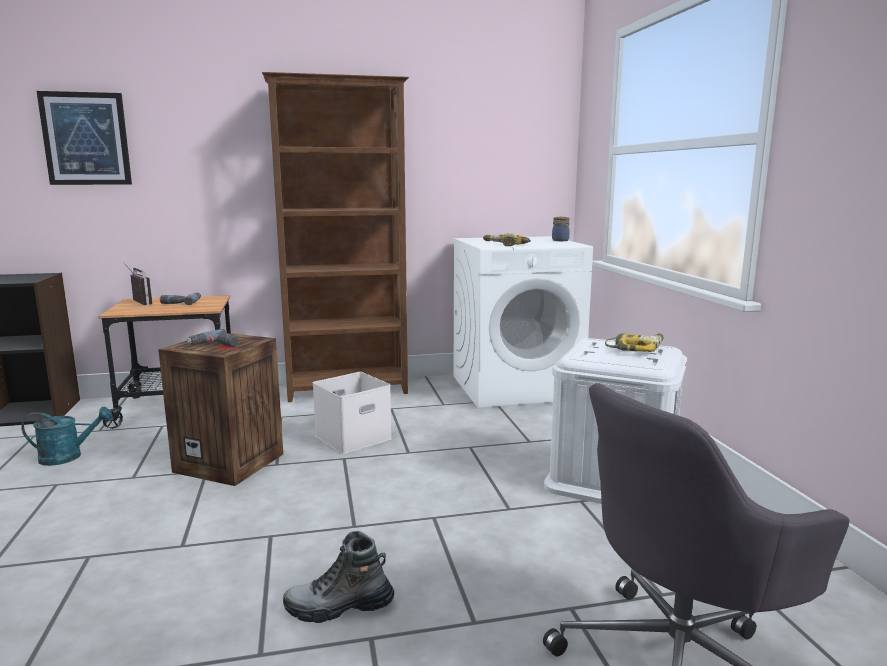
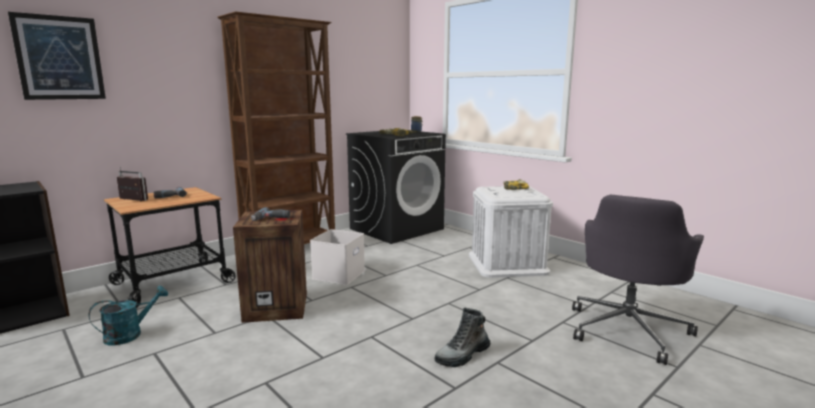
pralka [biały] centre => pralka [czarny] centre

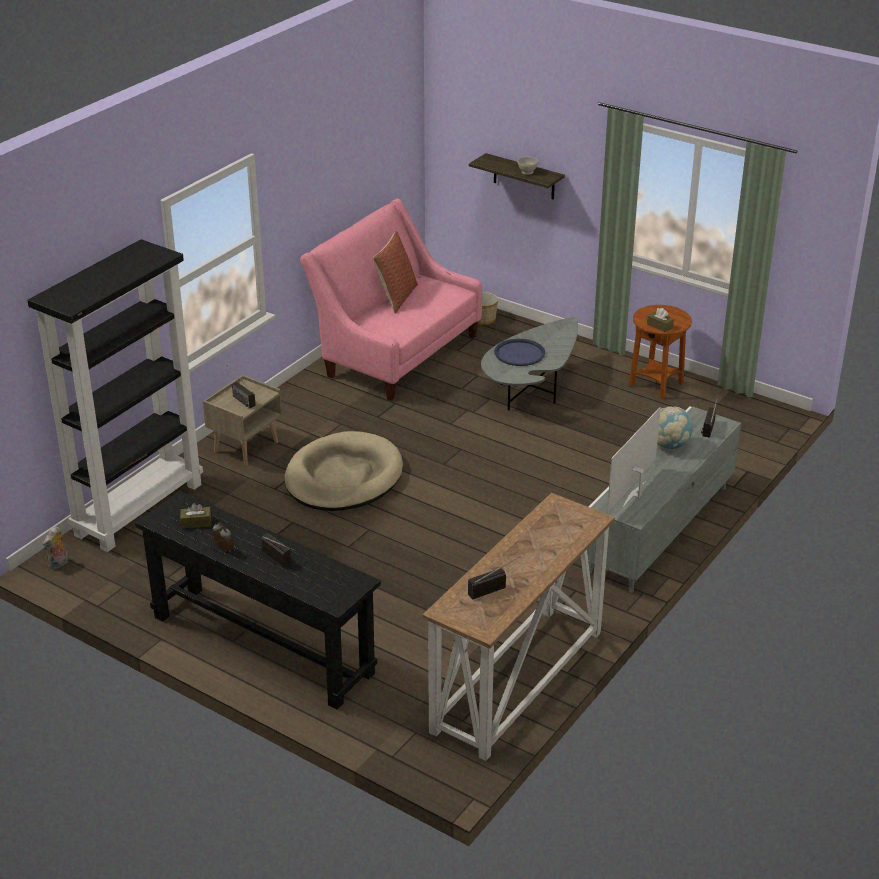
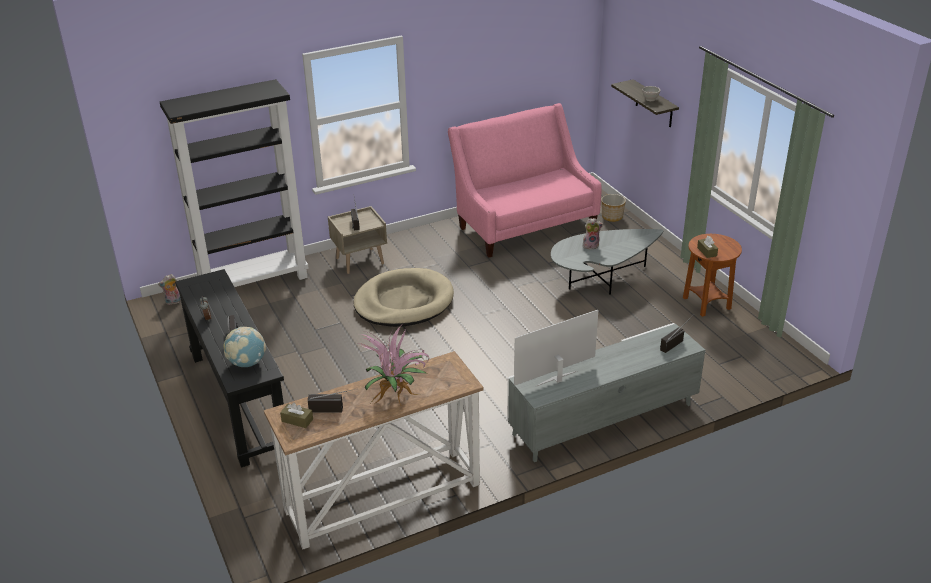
globus middle right => globus middle left, moved
pudełko chusteczek [brązowy] (1st from left) middle left => pudełko chusteczek [brązowy] (1st from left) bottom left, moved
nothing => roślina doniczkowa centre
taca [niebieski] centre => pluszak (2nd from left) centre
poduszka top centre => nothing

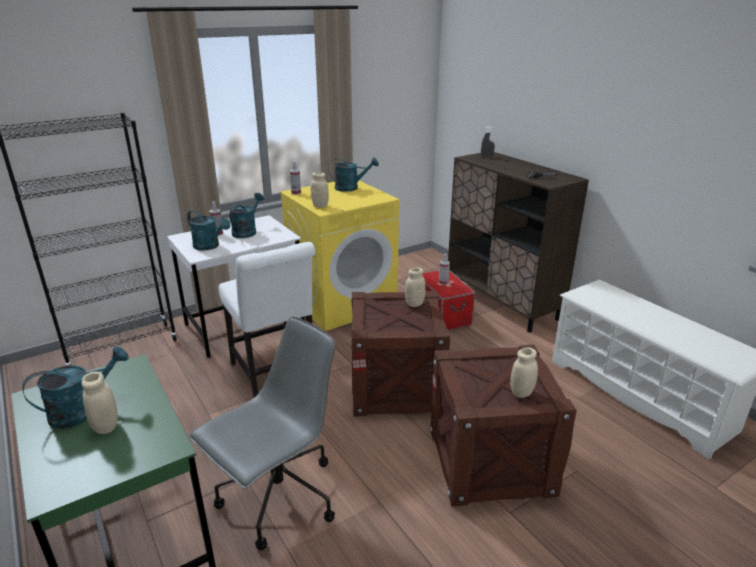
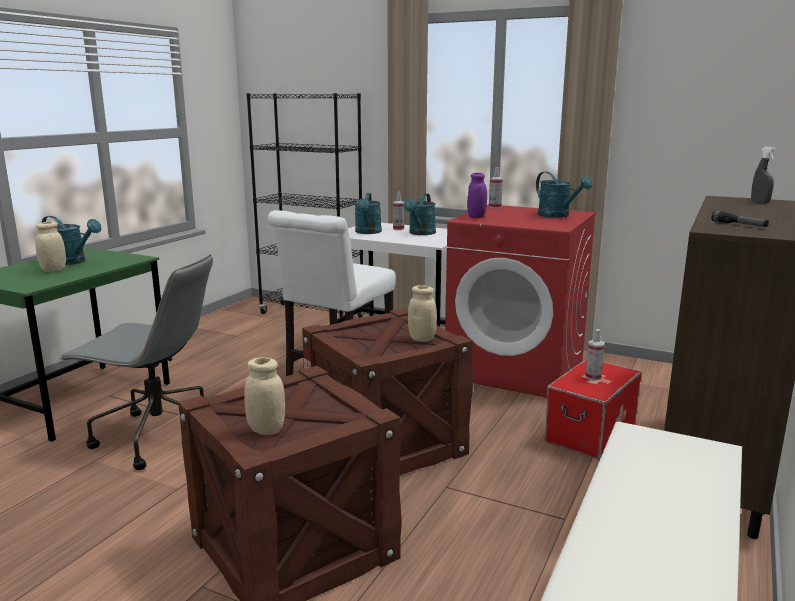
konewka [turkusowy] (3rd from left) middle left => konewka [turkusowy] (3rd from left) centre, 120 degrees clockwise
pralka [żółty] centre => pralka [czerwony] centre
słoik [beżowy] (2nd from left) centre => słoik [fioletowy] top centre

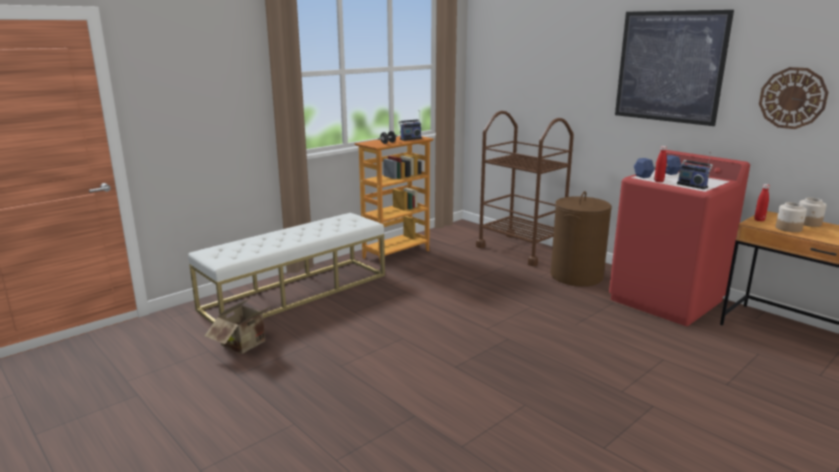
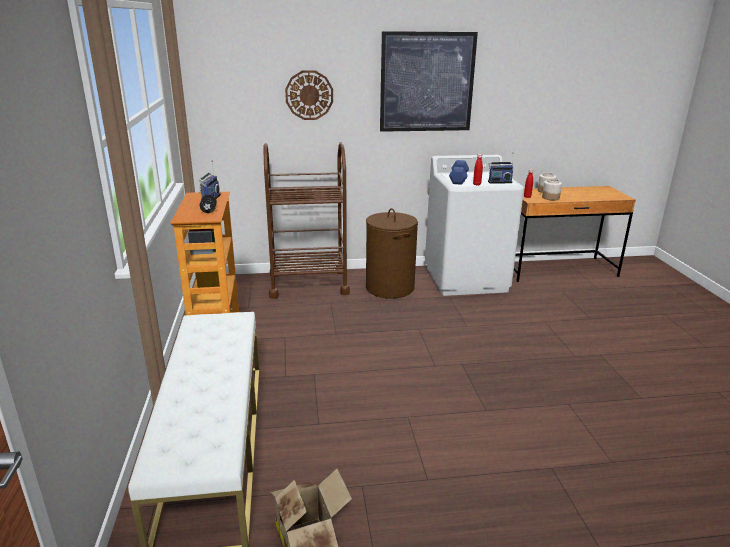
zegar ścienny top right => zegar ścienny top centre, moved
pralka [czerwony] middle right => pralka [biały] centre

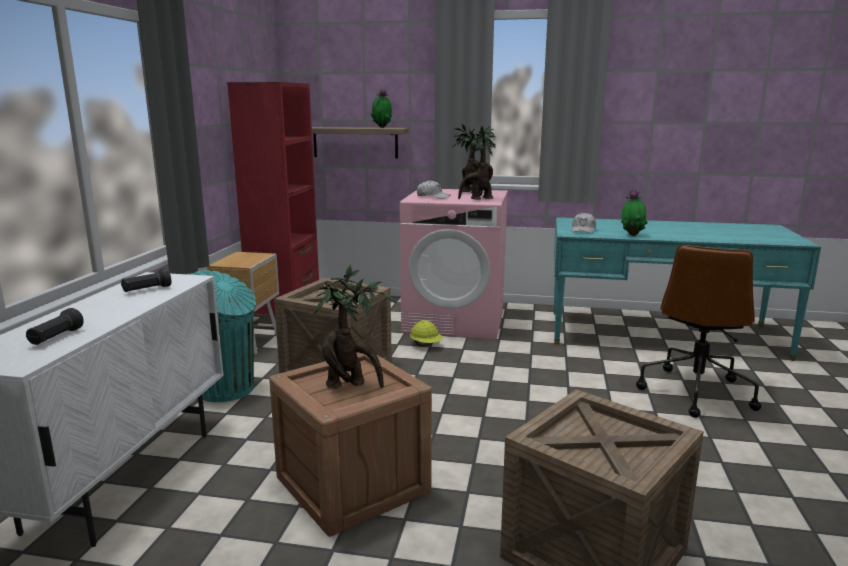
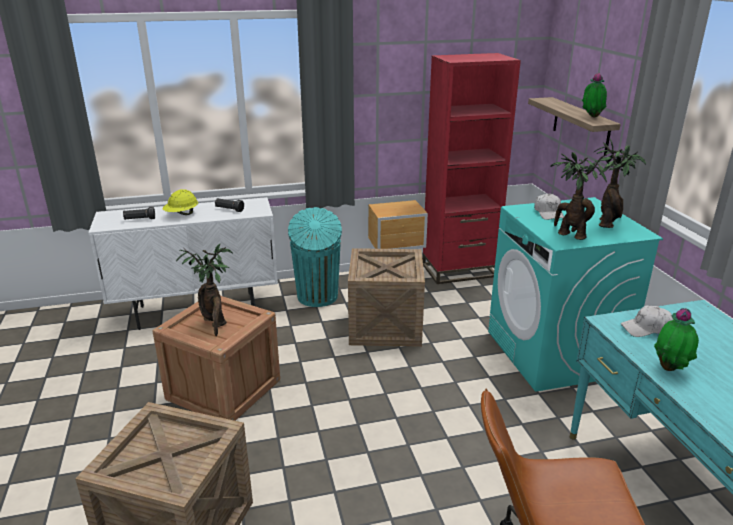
kask [żółty] centre => kask [żółty] middle left, moved
pralka [różowy] centre => pralka [turkusowy] middle right

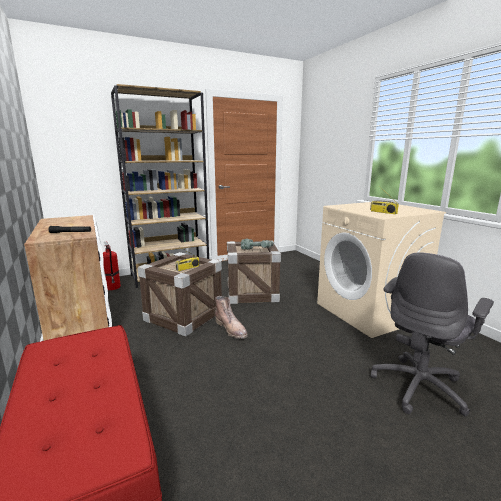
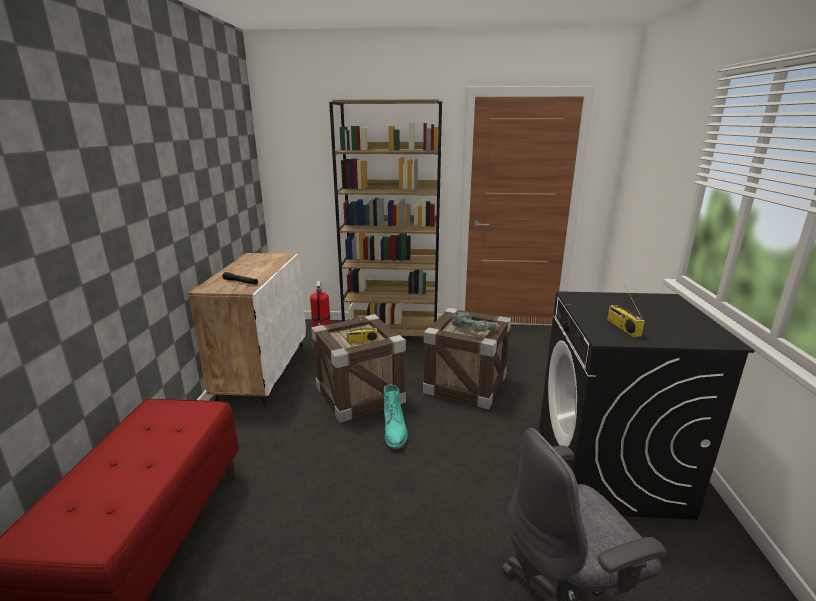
but z cholewką [brązowy] centre => but z cholewką [turkusowy] bottom centre
pralka [beżowy] middle right => pralka [czarny] bottom right

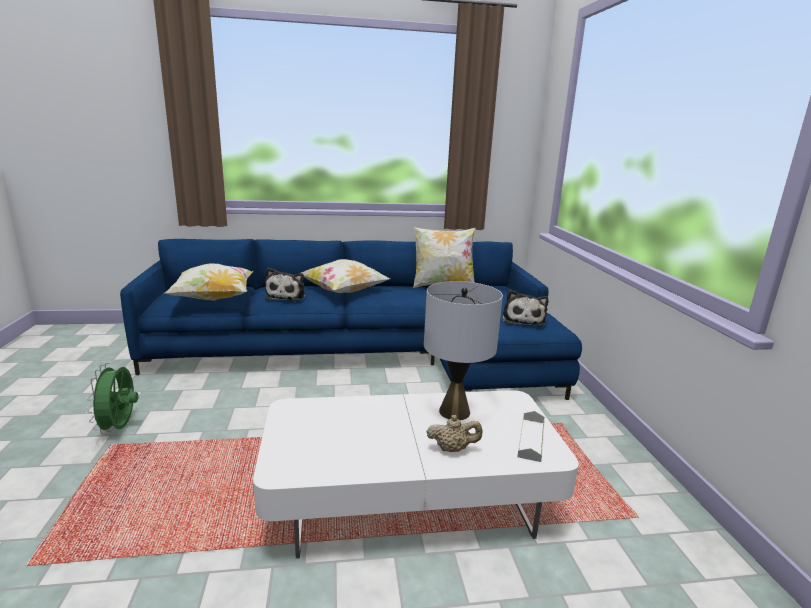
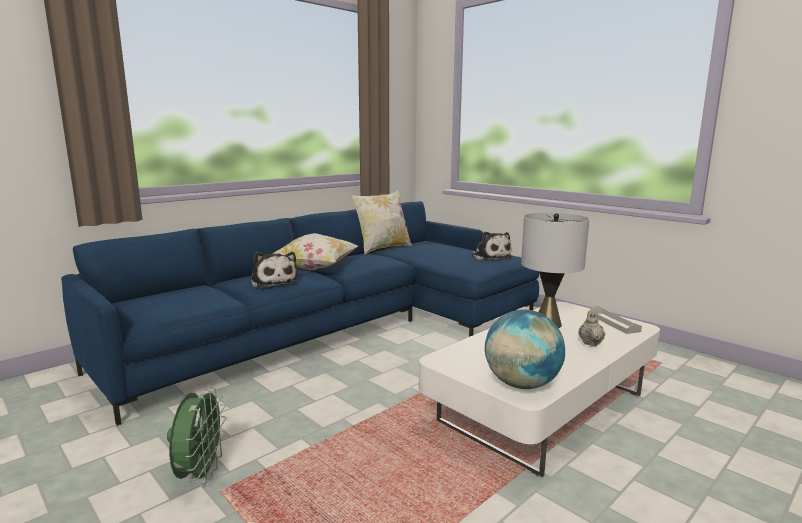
wentylator [zielony] middle left => wentylator [zielony] bottom left, 135 degrees counterclockwise
nothing => globus bottom centre
imbryk [beżowy] bottom centre => imbryk [beżowy] middle right, 45 degrees counterclockwise
poduszka (1st from left) middle left => nothing

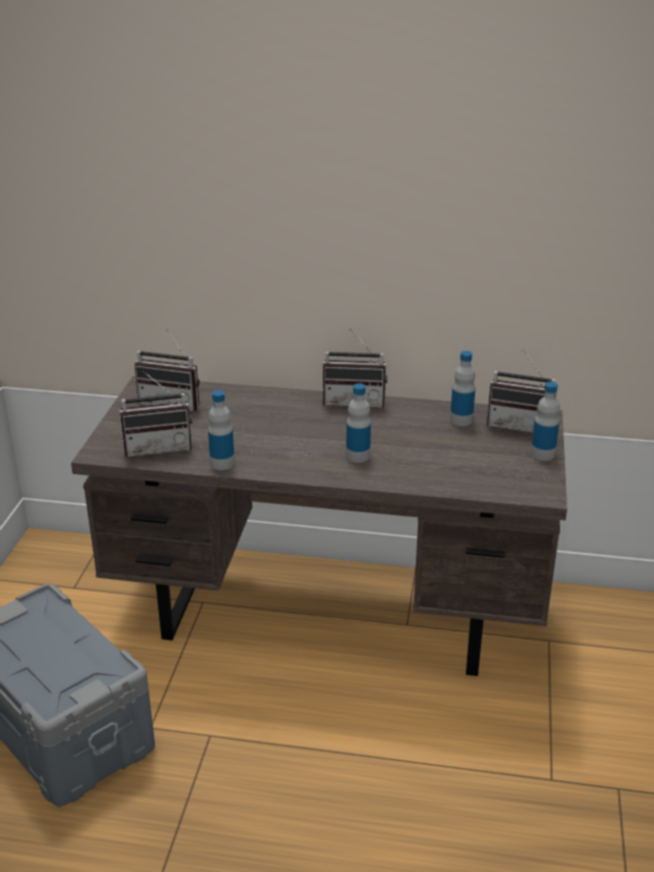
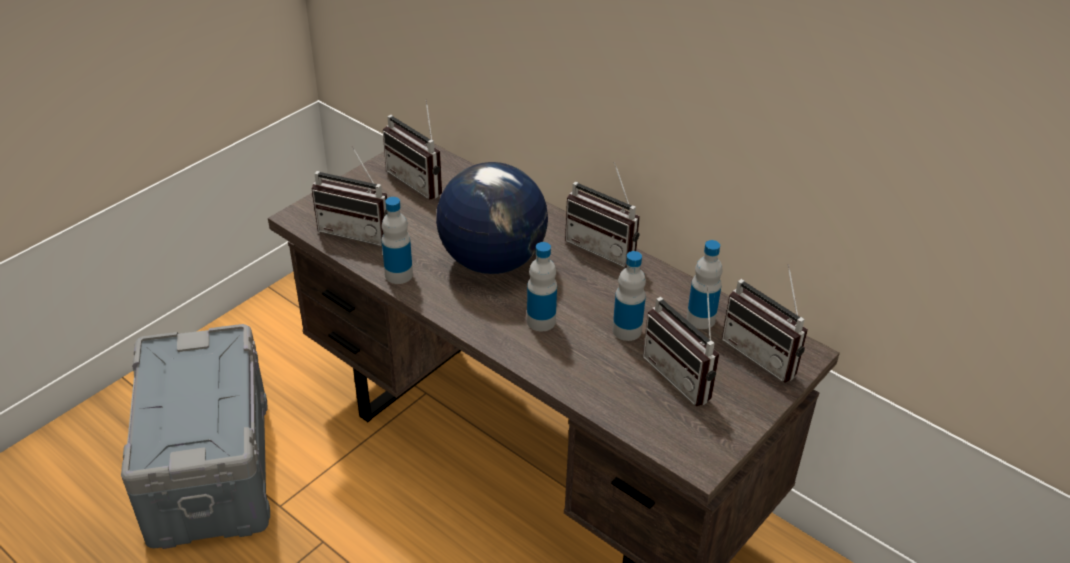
nothing => globus centre
butelka (4th from left in the first image) middle right => butelka (3rd from left) centre, moved
nothing => radio (4th from left) centre

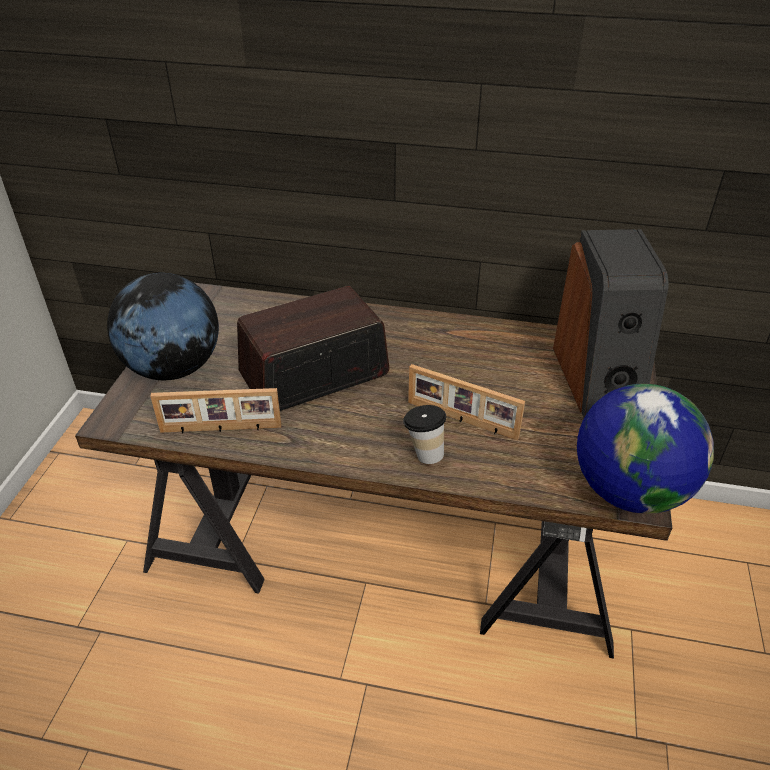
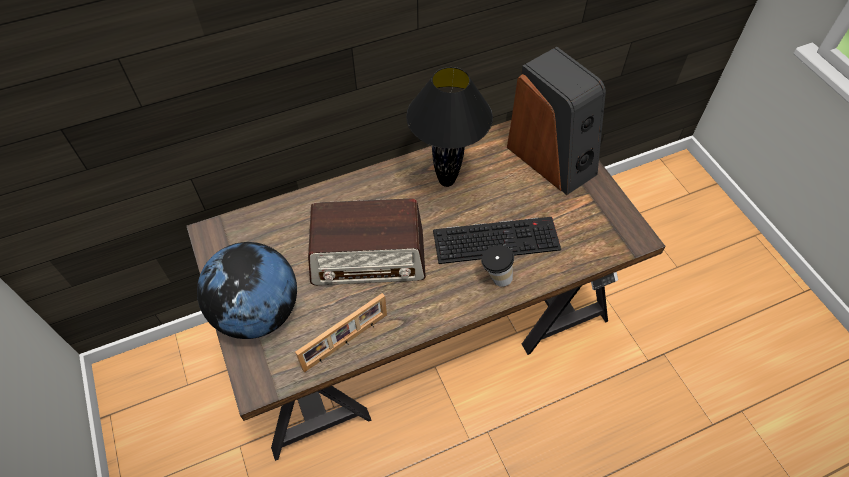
radio centre, 120 degrees counterclockwise
nothing => lampa stołowa [czarny] top centre
ramka na zdjęcie (2nd from left) centre => klawiatura centre
globus (2nd from left) middle right => nothing

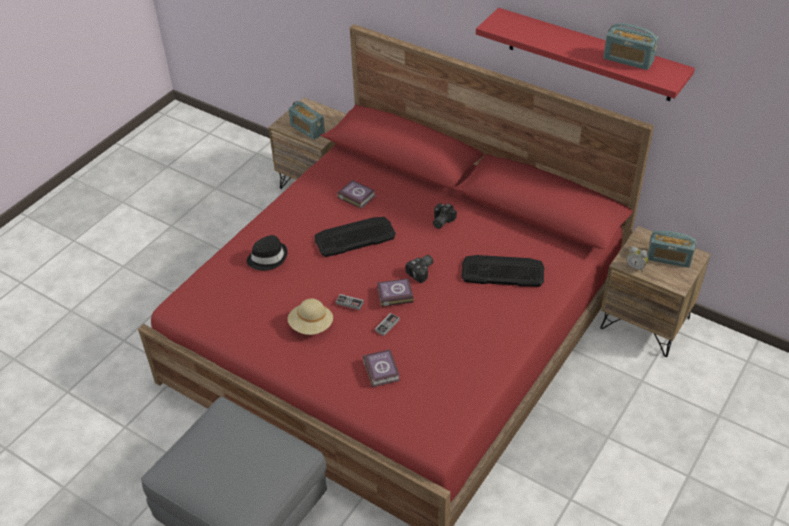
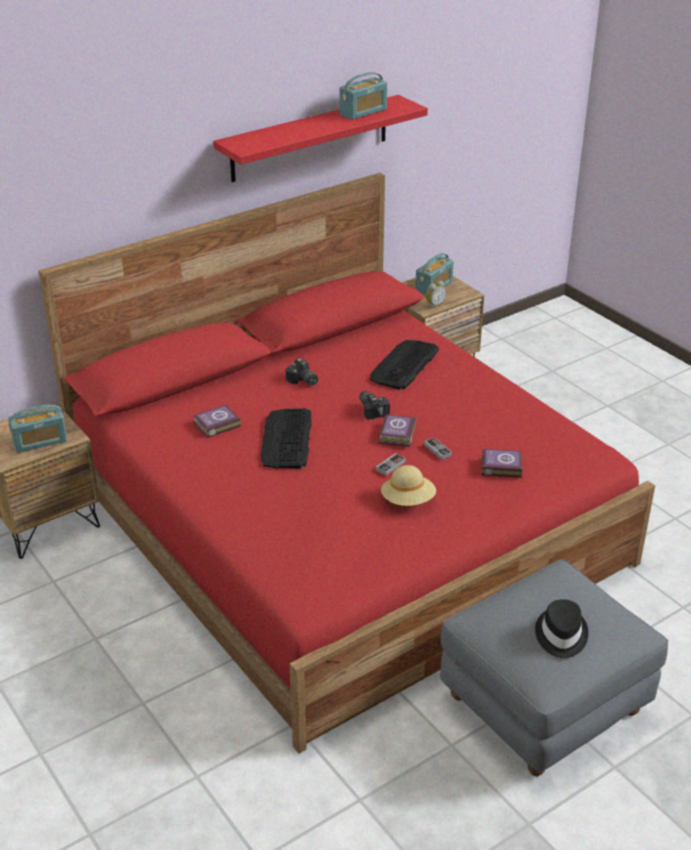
kapelusz [czarny] centre => kapelusz [czarny] bottom right, moved

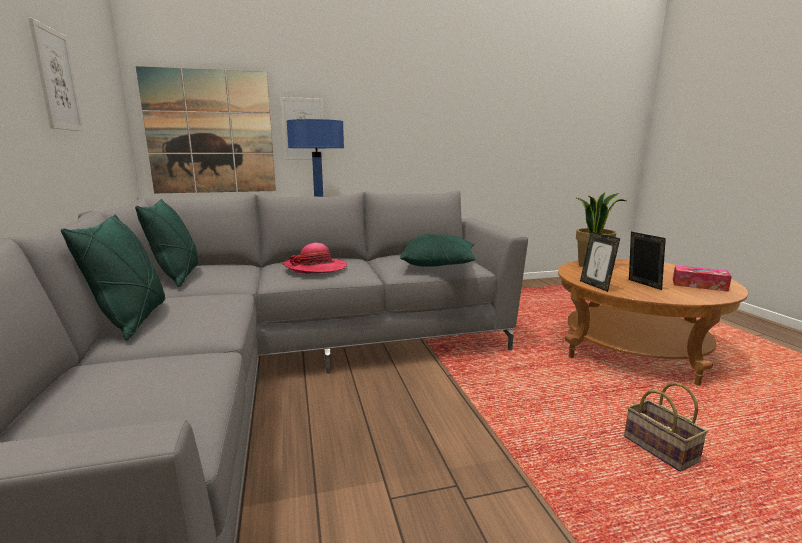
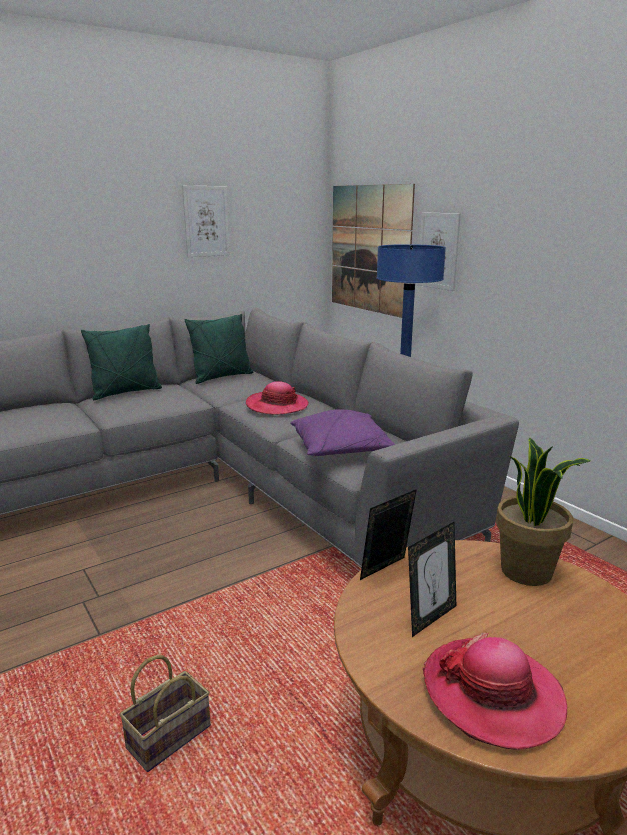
poduszka [zielony] (3rd from left) centre => poduszka [fioletowy] centre
pudełko chusteczek middle right => kapelusz (2nd from left) bottom right

